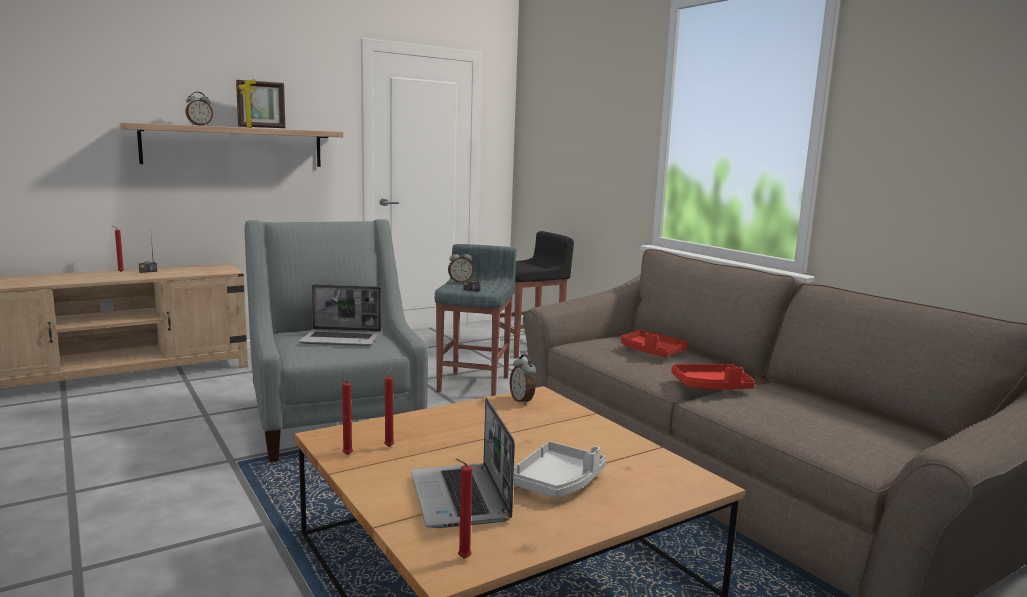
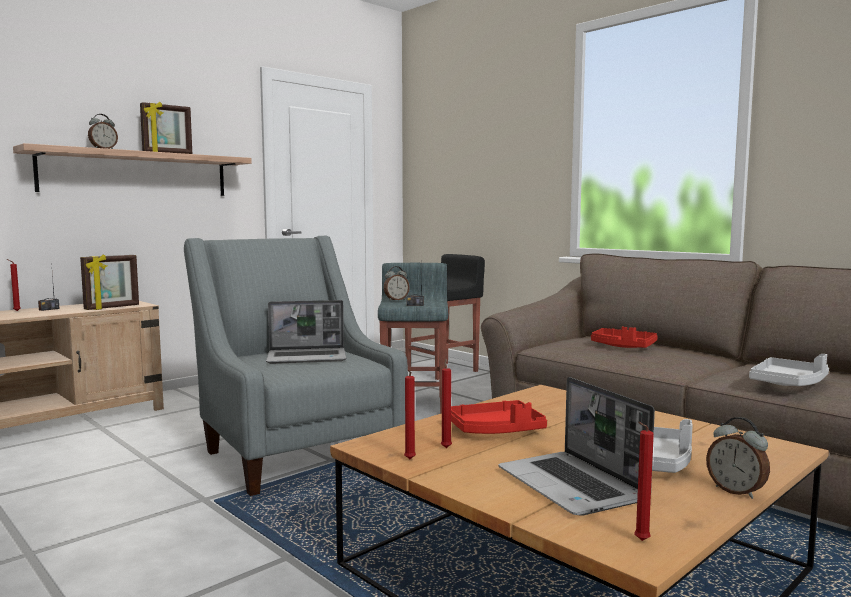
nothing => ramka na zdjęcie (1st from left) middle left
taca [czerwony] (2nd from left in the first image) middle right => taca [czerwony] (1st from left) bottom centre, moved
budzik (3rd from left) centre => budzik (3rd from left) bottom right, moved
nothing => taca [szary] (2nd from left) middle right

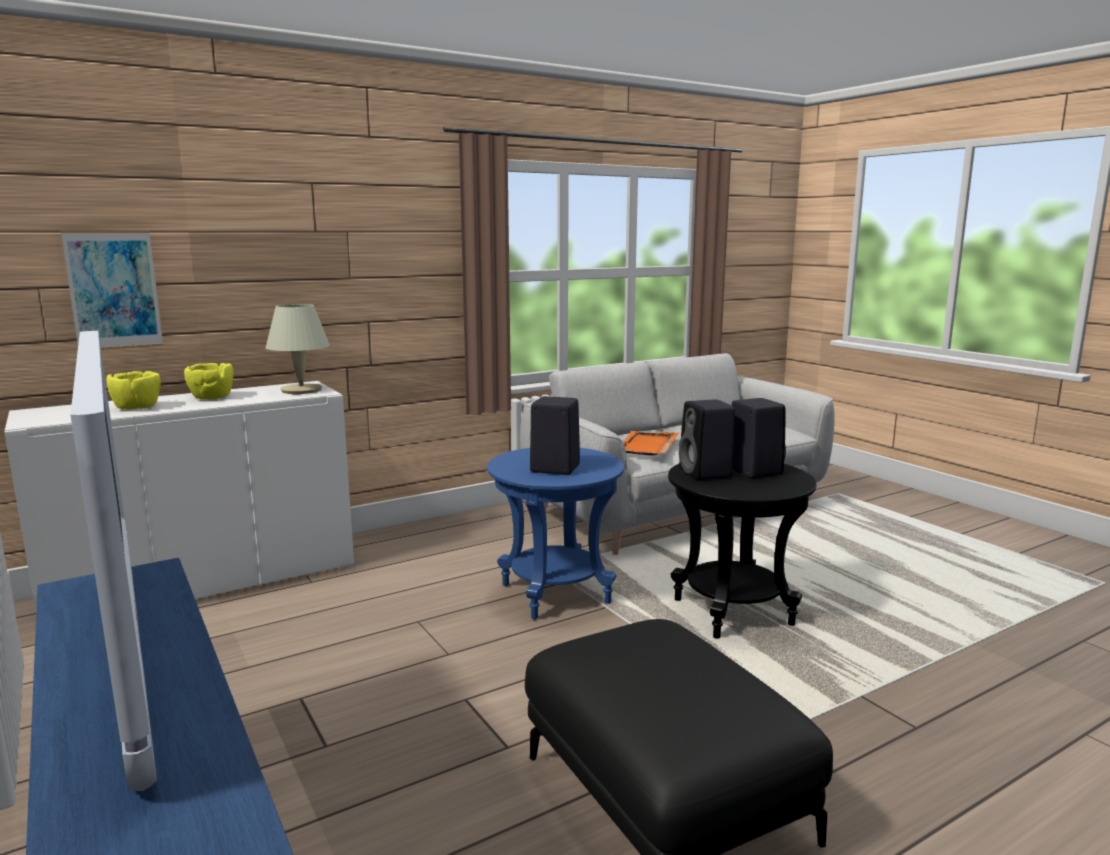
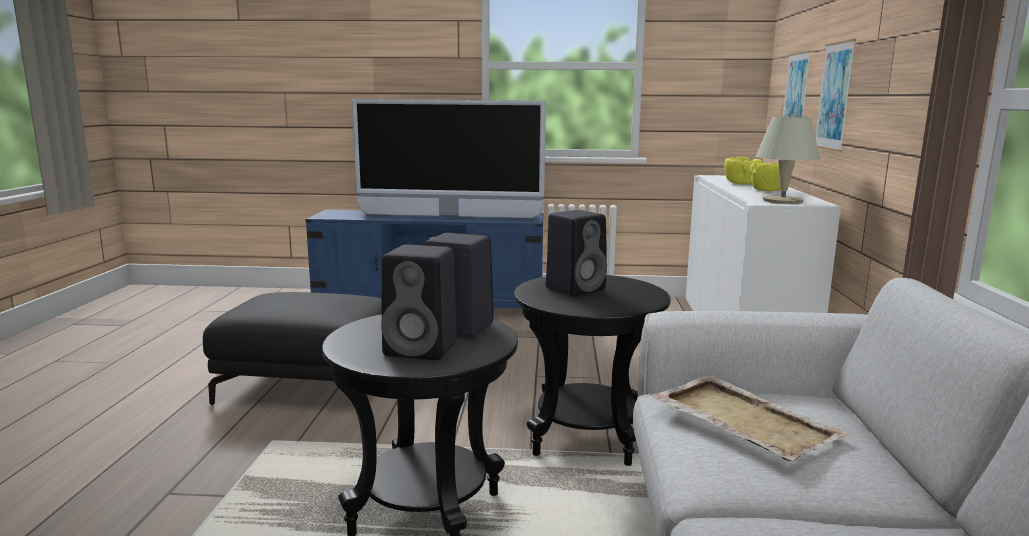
stolik [niebieski] centre => stolik [czarny] (2nd from left) bottom centre
taca [pomarańczowy] centre => taca [beżowy] bottom right
nothing => obraz (2nd from left) top right

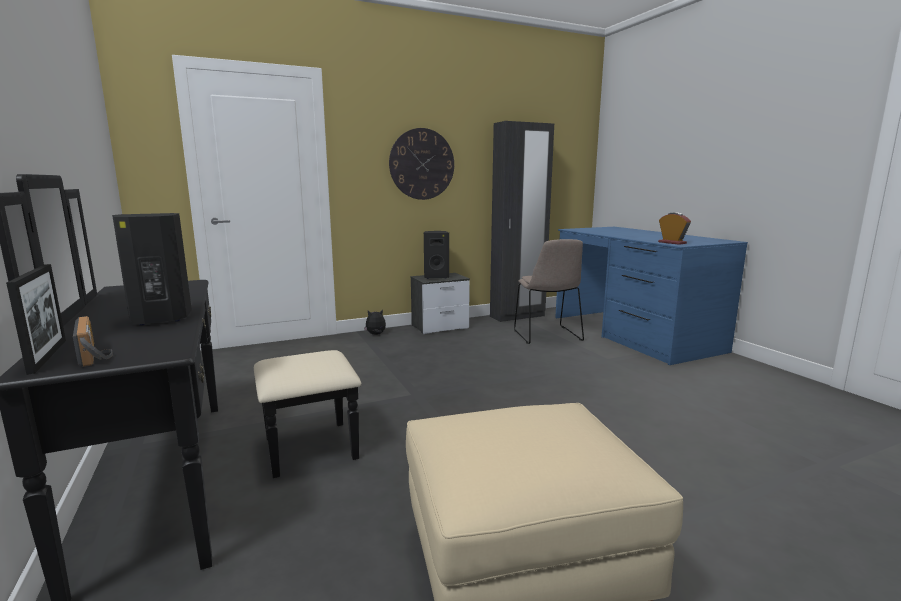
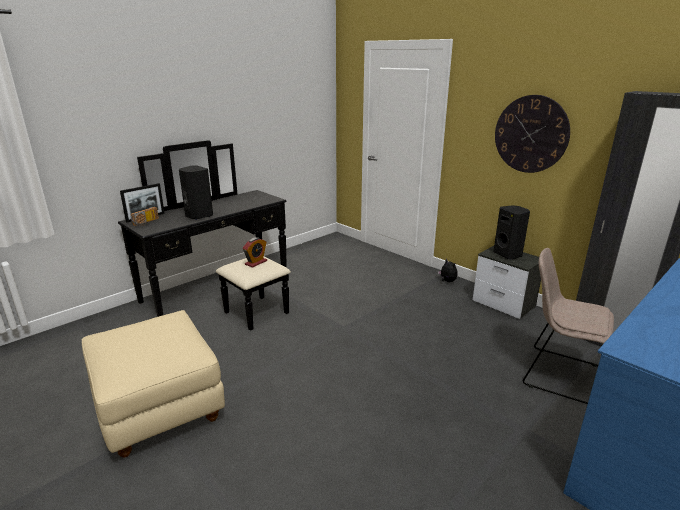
budzik middle right => budzik centre, moved
krzesło [beżowy] centre => krzesło [beżowy] middle right, 60 degrees clockwise

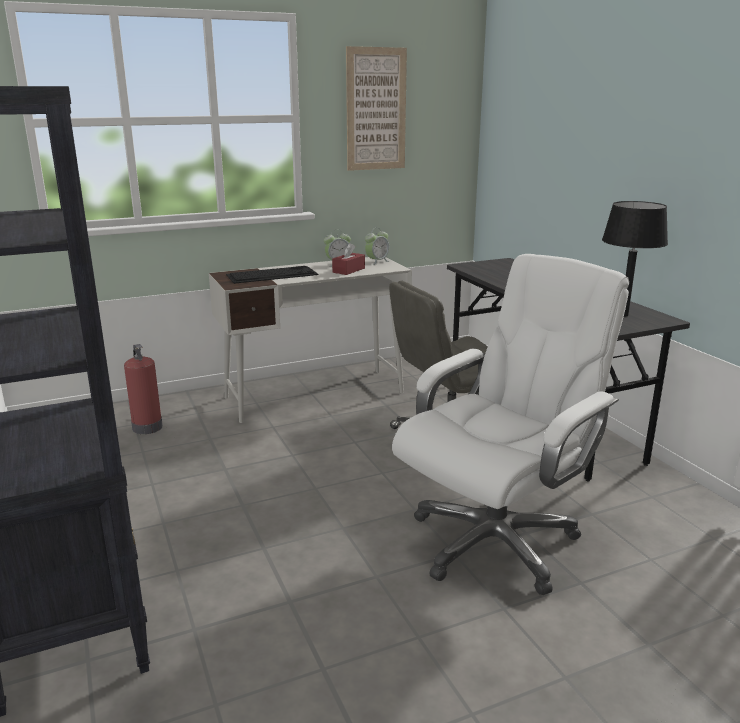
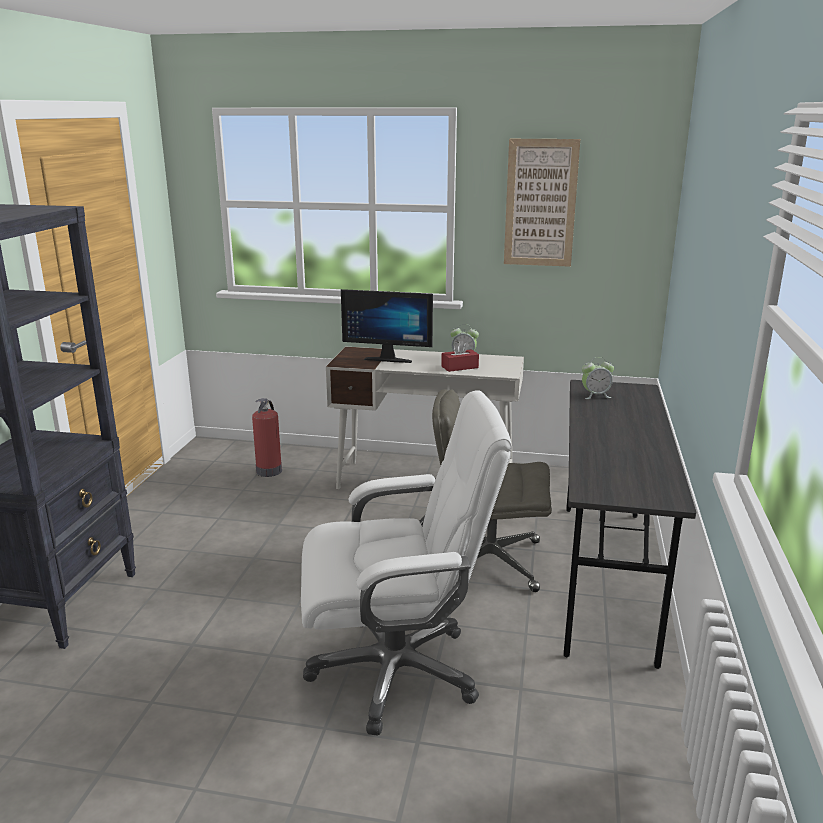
klawiatura centre => monitor centre
budzik (2nd from left) centre => budzik (2nd from left) middle right, moved
lampa stołowa [czarny] middle right => nothing

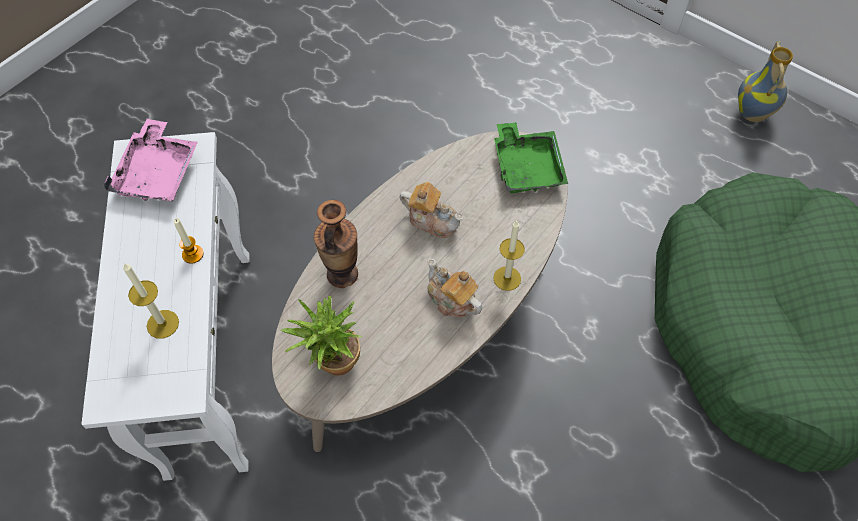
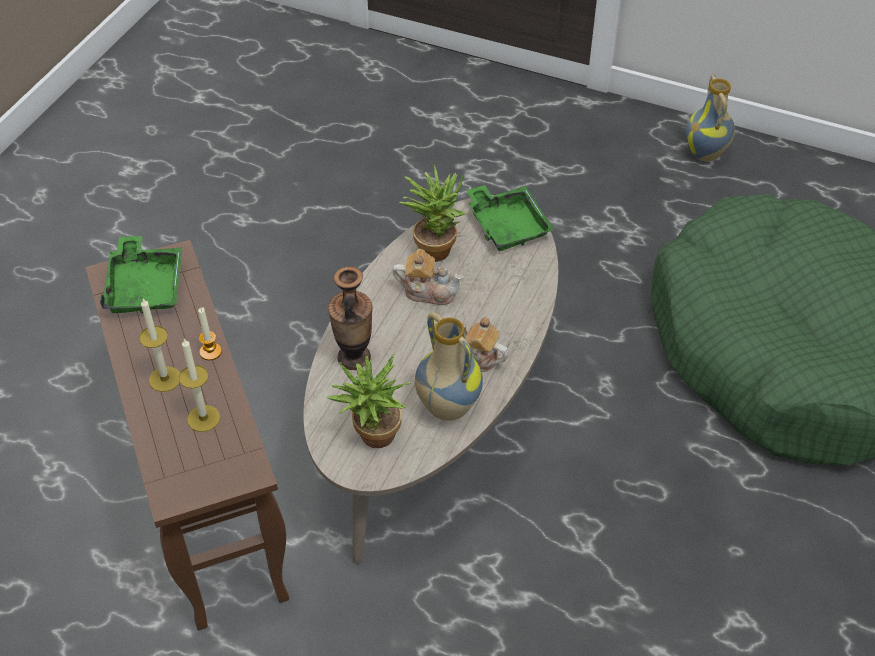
stolik [biały] middle left => stolik [brązowy] middle left
taca [różowy] top left => taca [zielony] (1st from left) middle left
świeca (3rd from left in the first image) centre => świeca (1st from left) middle left, moved
nothing => roślina doniczkowa (2nd from left) top centre
nothing => wazon (2nd from left) centre

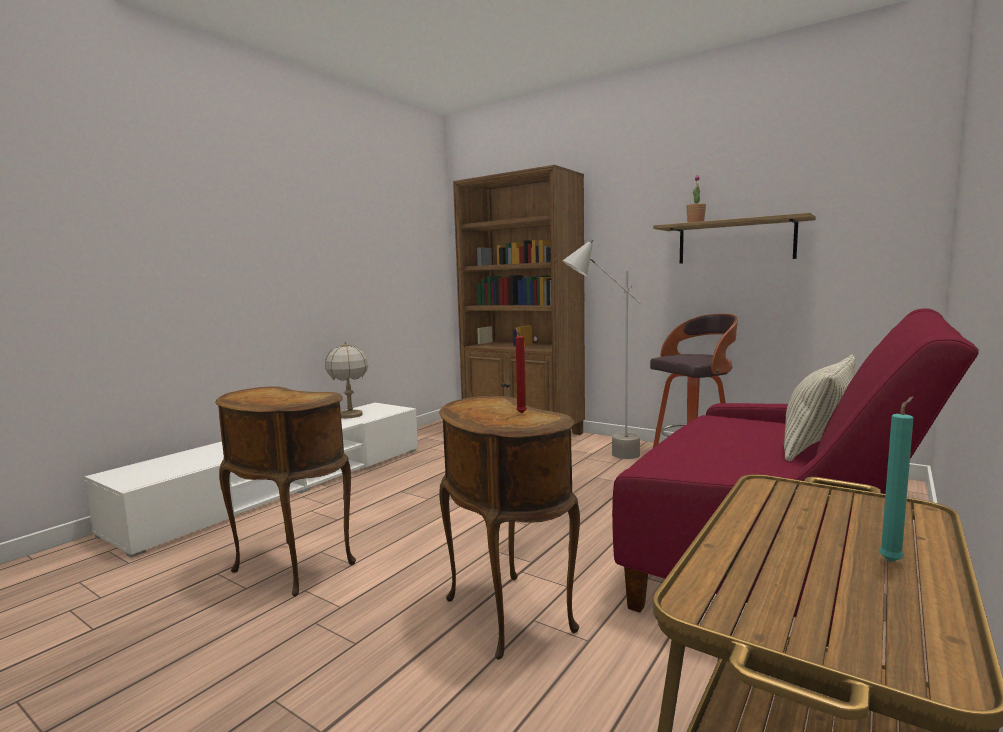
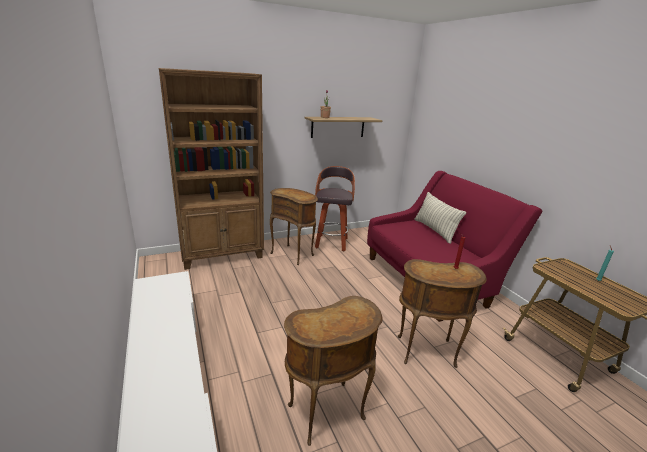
lampa stojąca [szary] centre => stolik [brązowy] (1st from left) centre
lampa stołowa centre => nothing

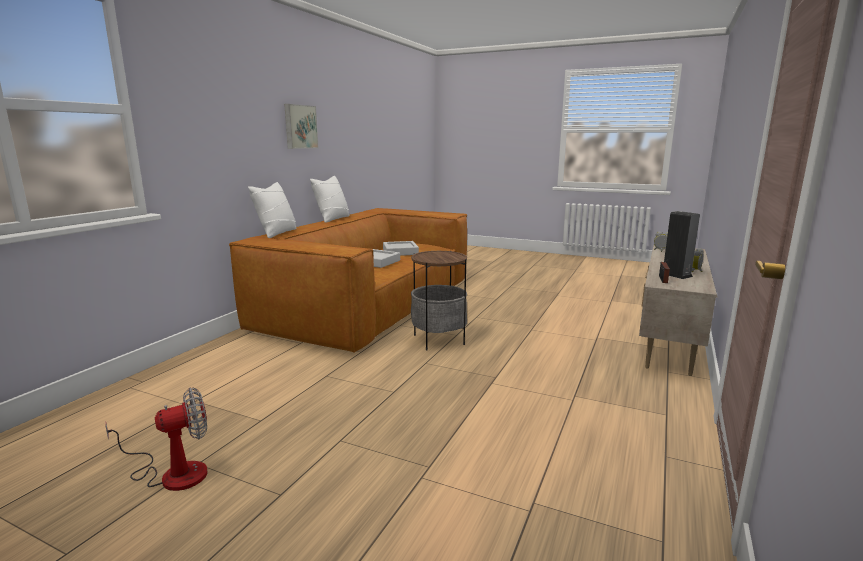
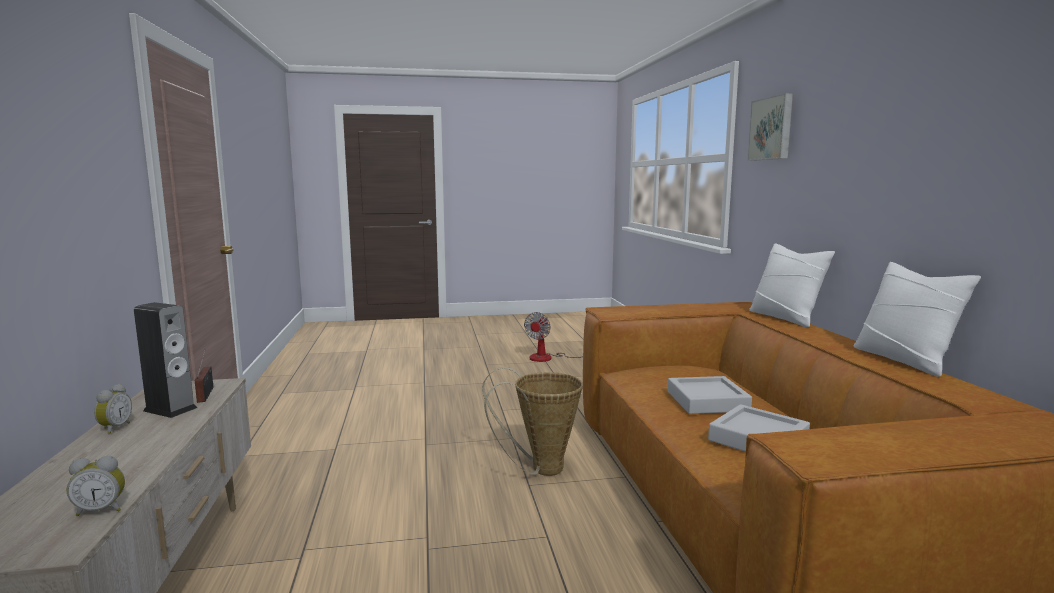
stolik centre => koszyk bottom centre
obraz top centre => obraz top right, moved

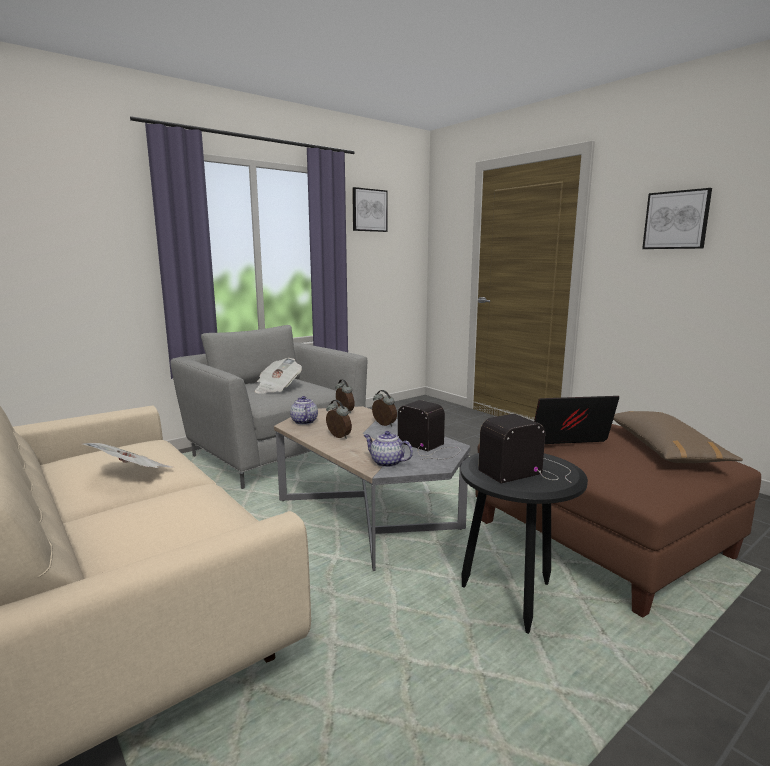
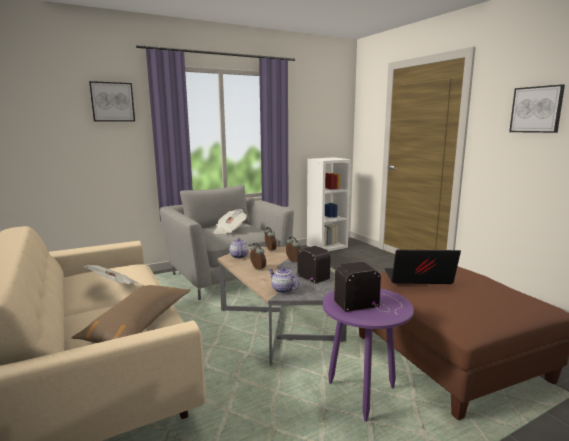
poduszka [brązowy] middle right => poduszka [brązowy] bottom left, moved
obraz (1st from left) top centre => obraz (1st from left) top left, moved
nothing => regał [biały] centre
stolik [czarny] bottom right => stolik [fioletowy] bottom centre

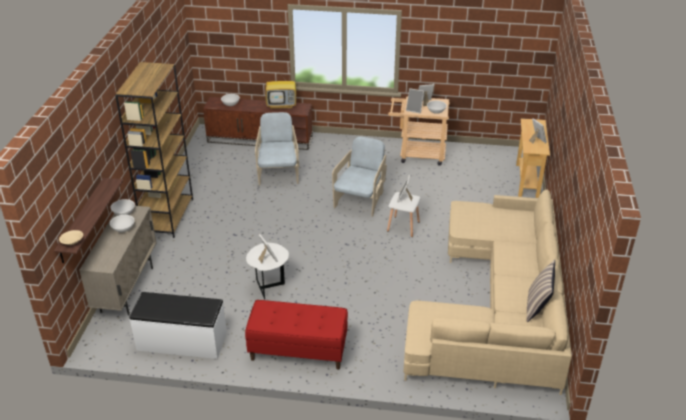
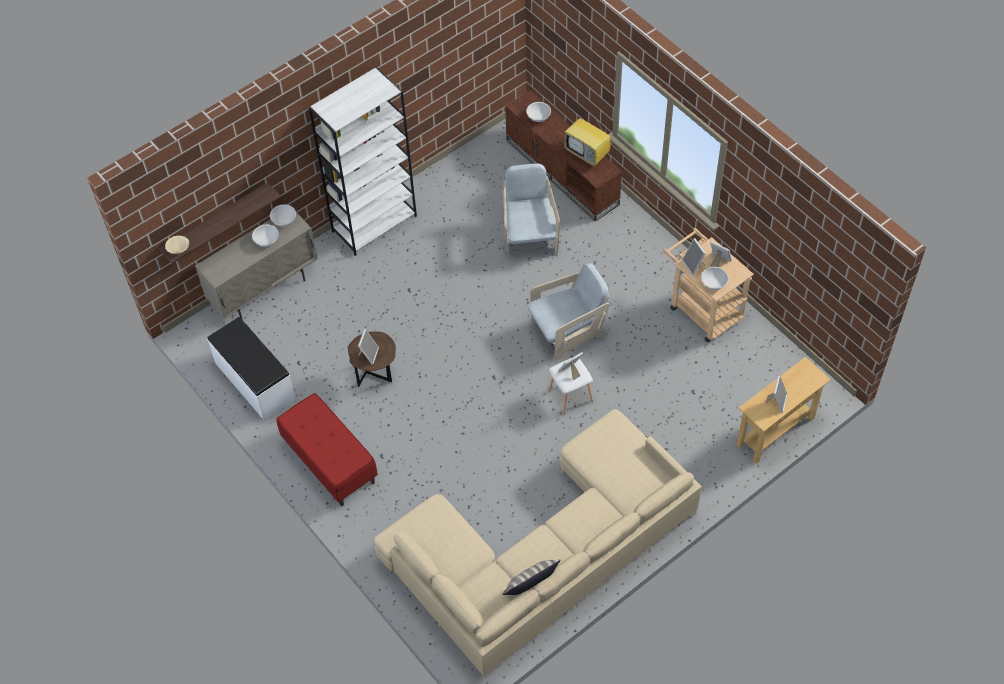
regał [brązowy] middle left => regał [biały] top centre
stolik [biały] centre => stolik [brązowy] centre
fotel [beżowy] (1st from left) centre => fotel [beżowy] (1st from left) top centre, 45 degrees counterclockwise

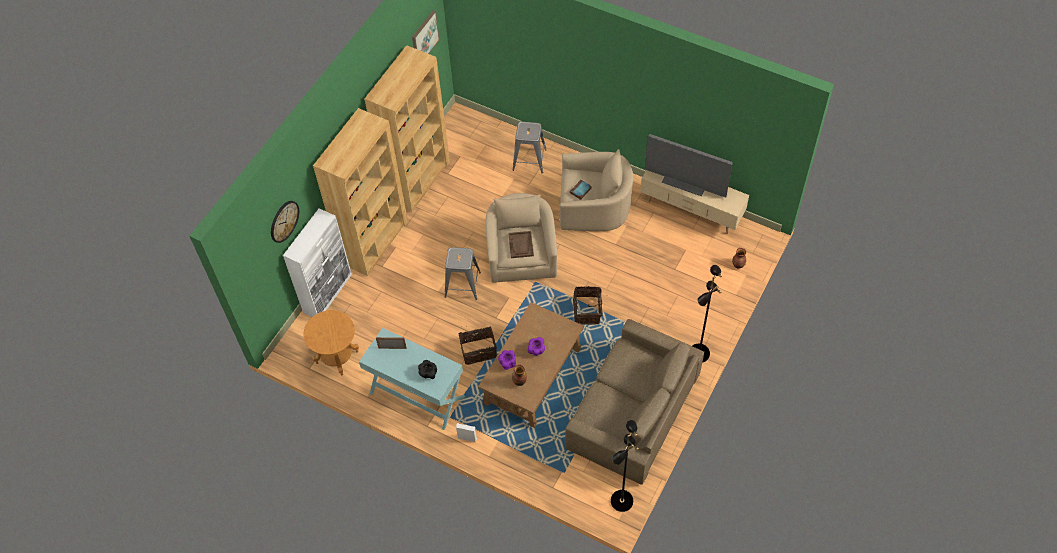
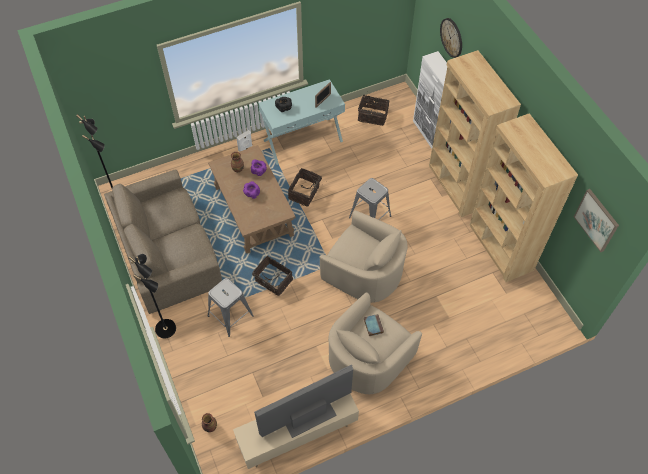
stołek [szary] (2nd from left in the first image) top centre => stołek [szary] (1st from left) centre, moved
stolik [brązowy] middle left => koszyk (3rd from left) top centre
taca [brązowy] centre => nothing

